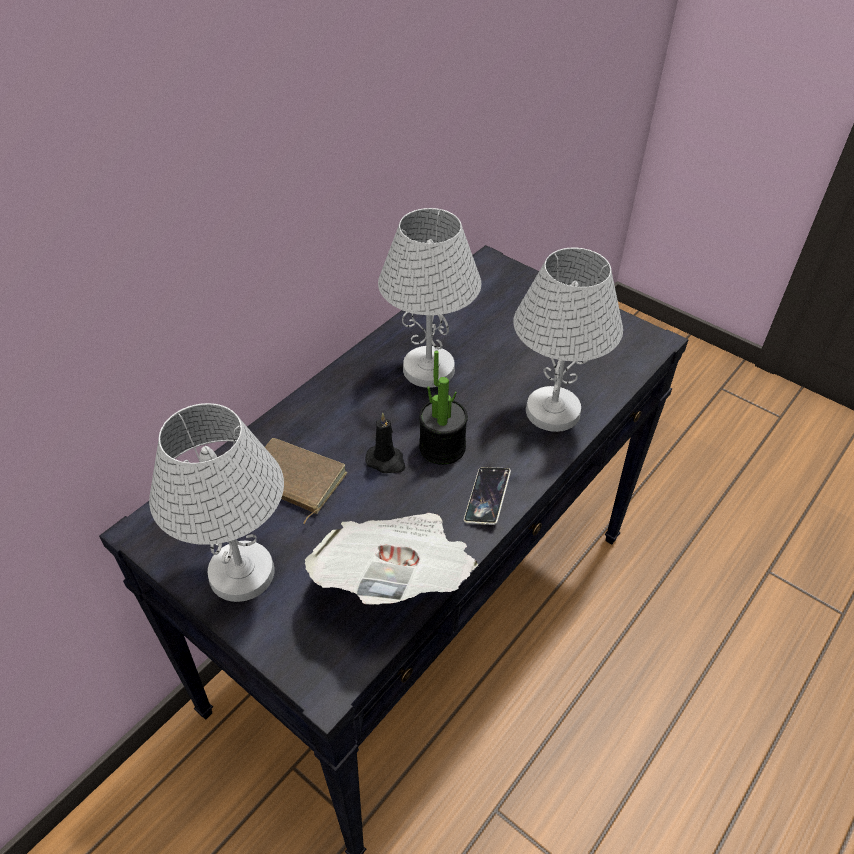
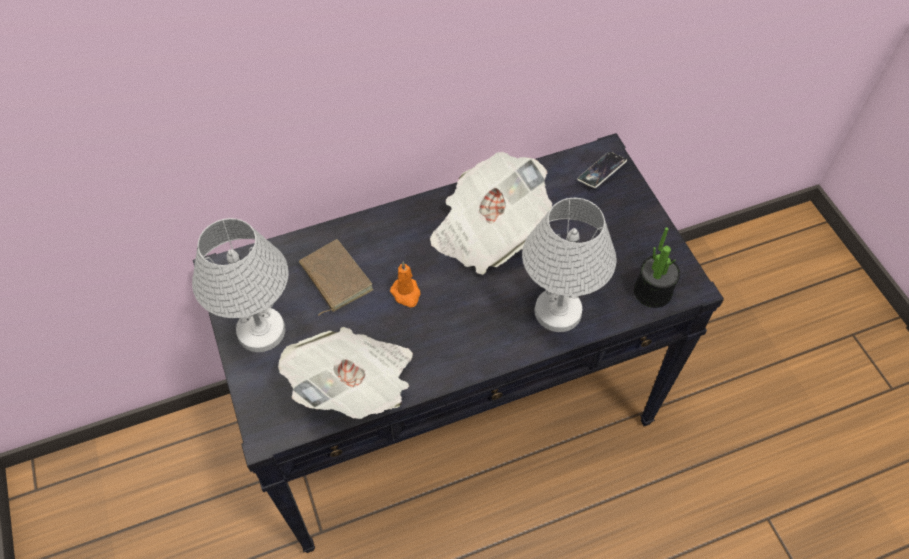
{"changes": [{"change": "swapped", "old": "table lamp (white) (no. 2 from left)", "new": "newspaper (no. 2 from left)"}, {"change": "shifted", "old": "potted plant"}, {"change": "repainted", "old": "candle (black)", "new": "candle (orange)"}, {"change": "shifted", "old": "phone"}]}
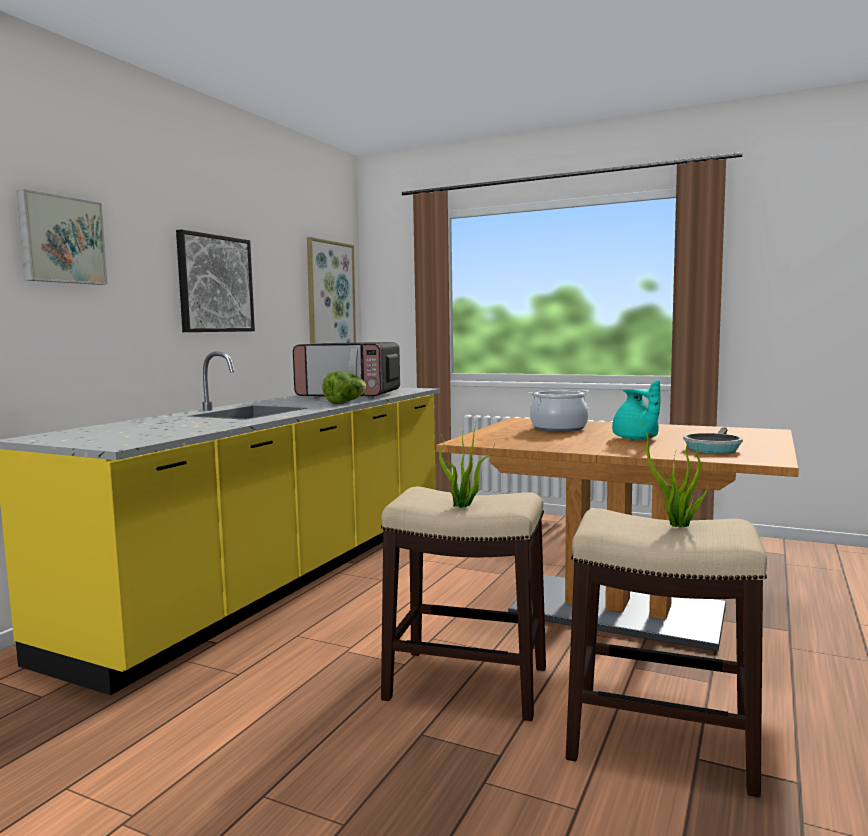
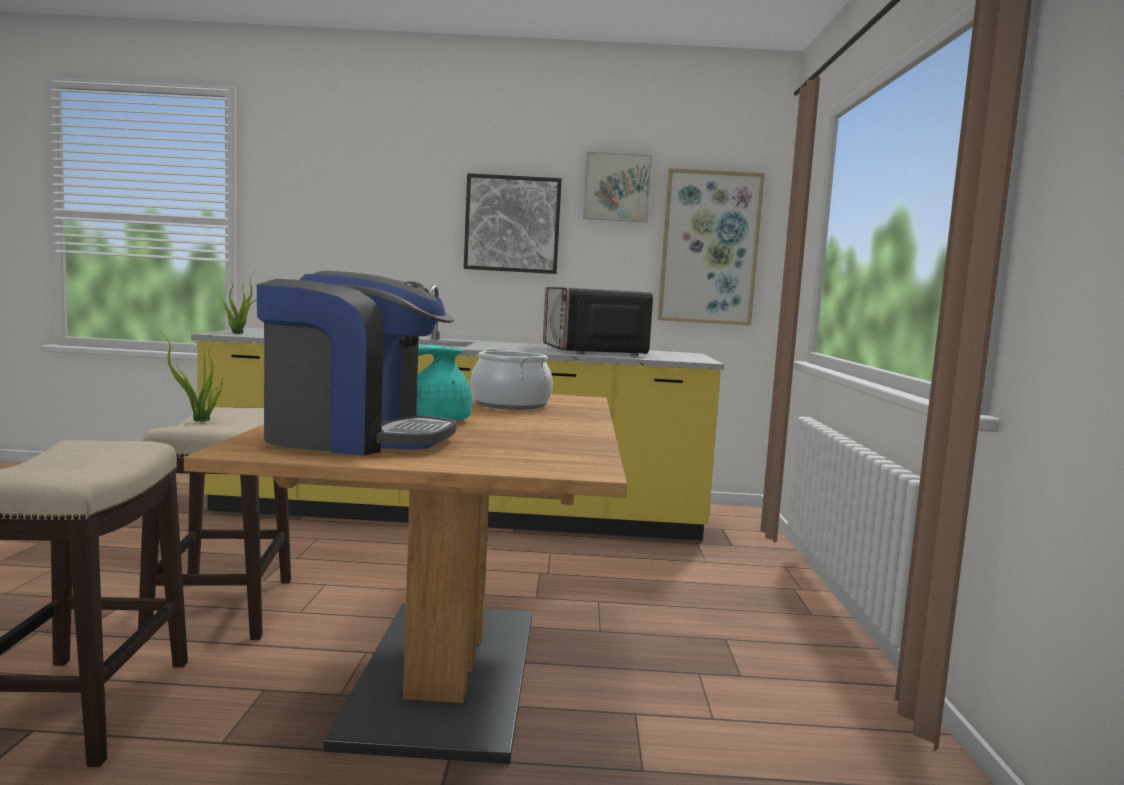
{"changes": [{"change": "shifted", "old": "picture (no. 1 from left in the first image)", "new": "picture (no. 2 from left)"}, {"change": "gone", "old": "lettuce"}, {"change": "shifted", "old": "potted plant (no. 2 from left)"}, {"change": "swapped", "old": "frying pan", "new": "coffee machine"}]}
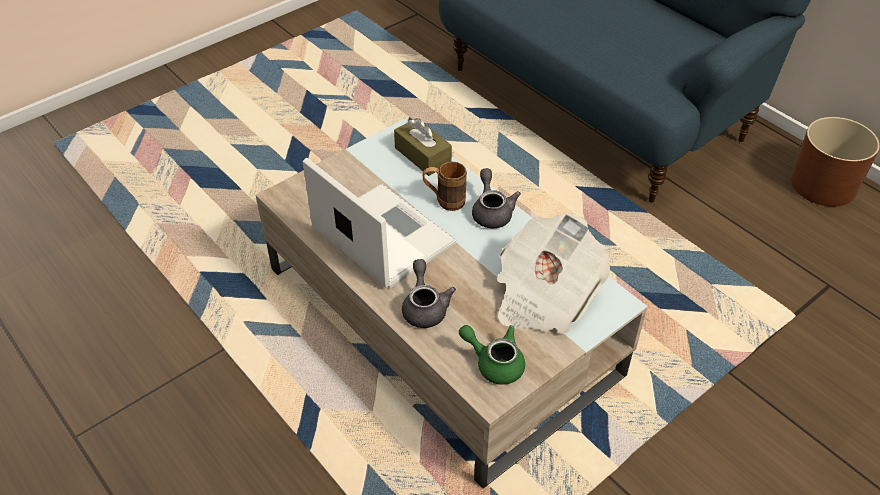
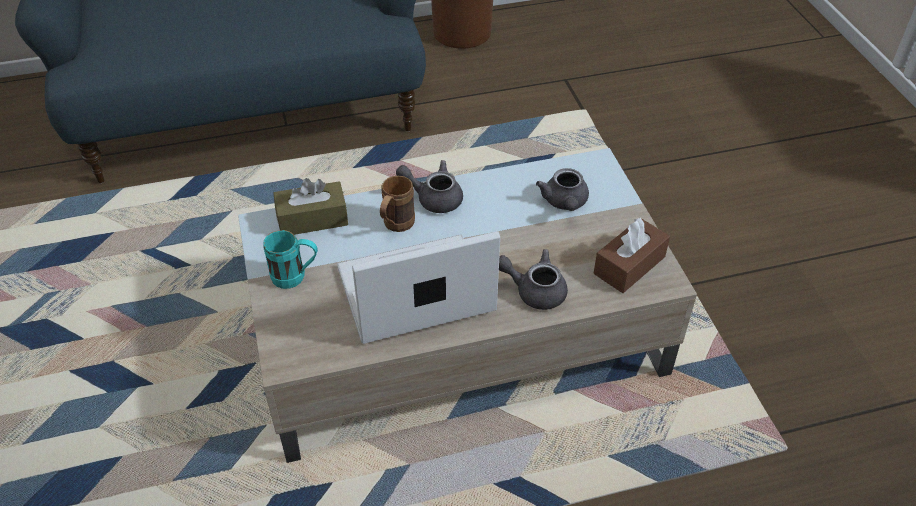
{"changes": [{"change": "swapped", "old": "newspaper", "new": "teapot (grey) (no. 3 from left)"}, {"change": "swapped", "old": "teapot (green)", "new": "tissue box (brown) (no. 2 from left)"}, {"change": "new", "new": "mug (turquoise)"}]}
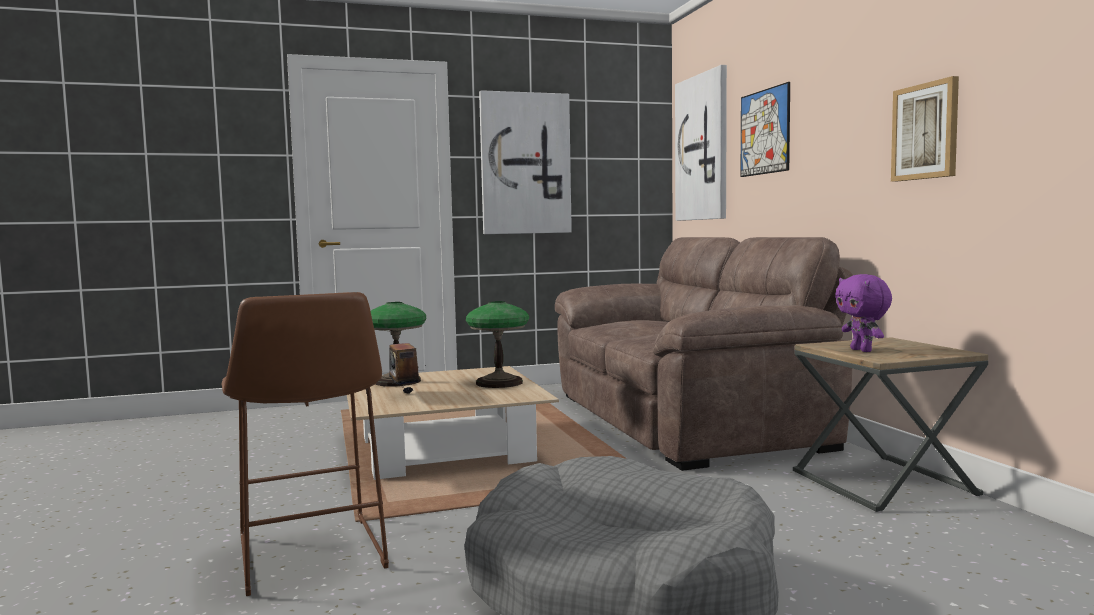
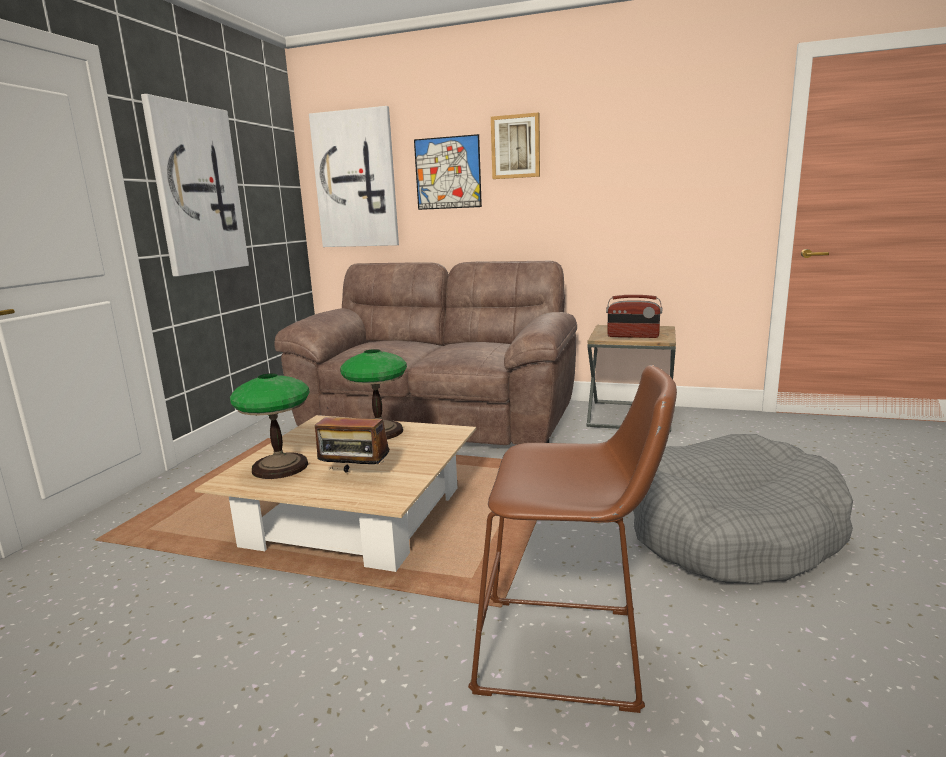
{"changes": [{"change": "shifted", "old": "picture (no. 4 from left)"}, {"change": "swapped", "old": "plush toy (purple)", "new": "radio (no. 2 from left)"}]}
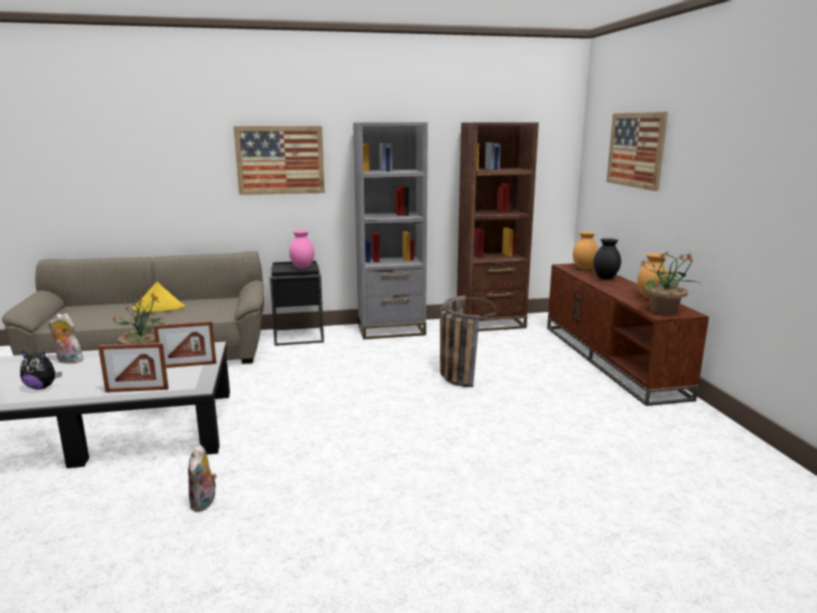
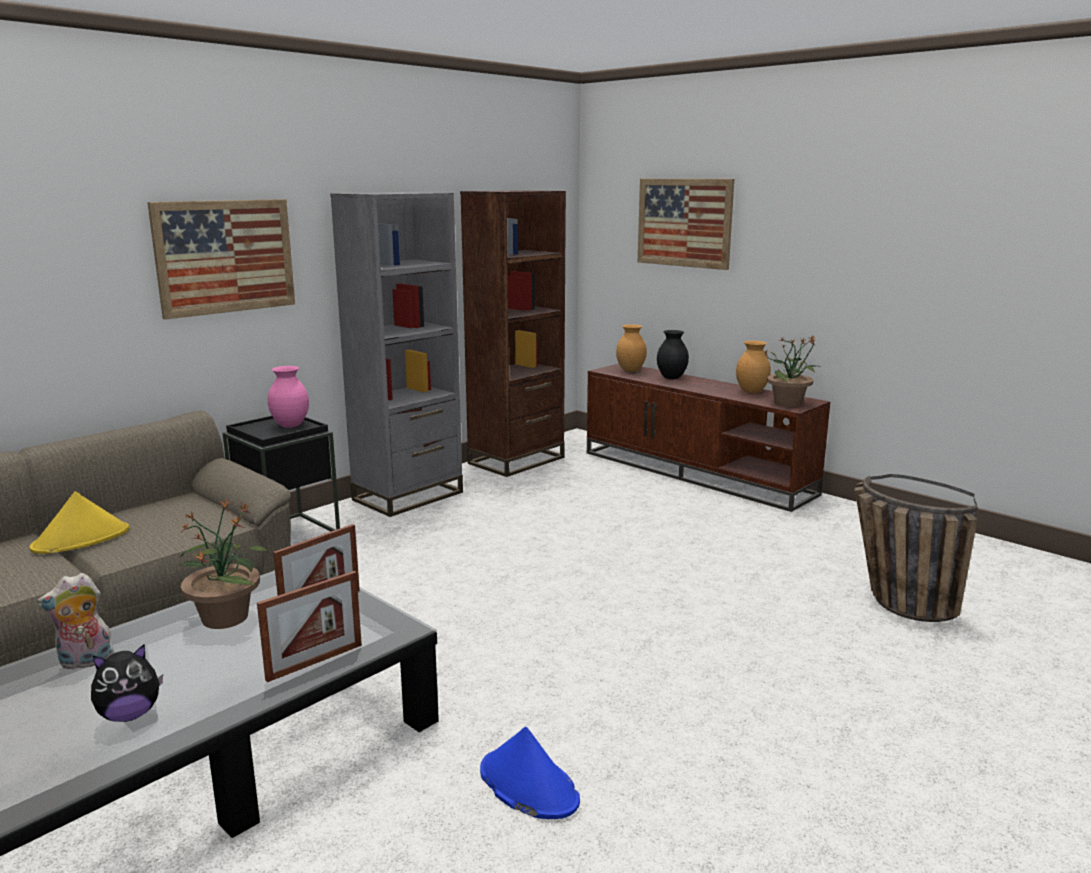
{"changes": [{"change": "shifted", "old": "basket"}, {"change": "swapped", "old": "plush toy (no. 3 from left)", "new": "hat (blue)"}]}
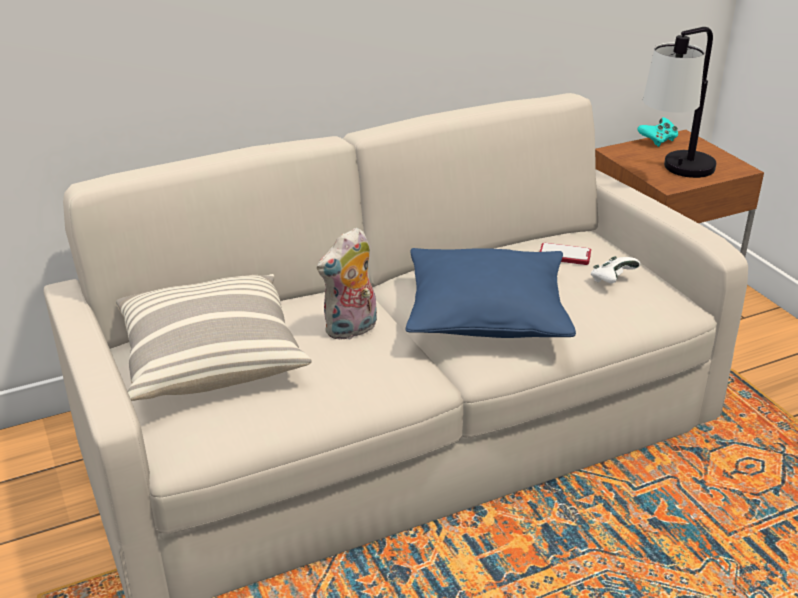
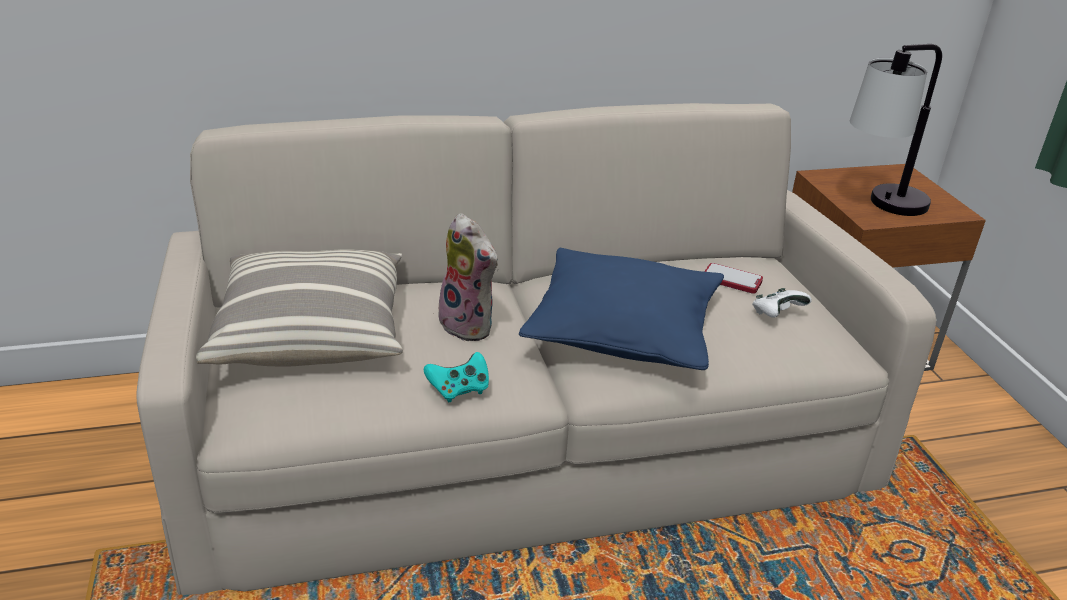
{"changes": [{"change": "shifted", "old": "game controller (turquoise)"}, {"change": "rotated", "old": "plush toy", "degrees": -105}]}
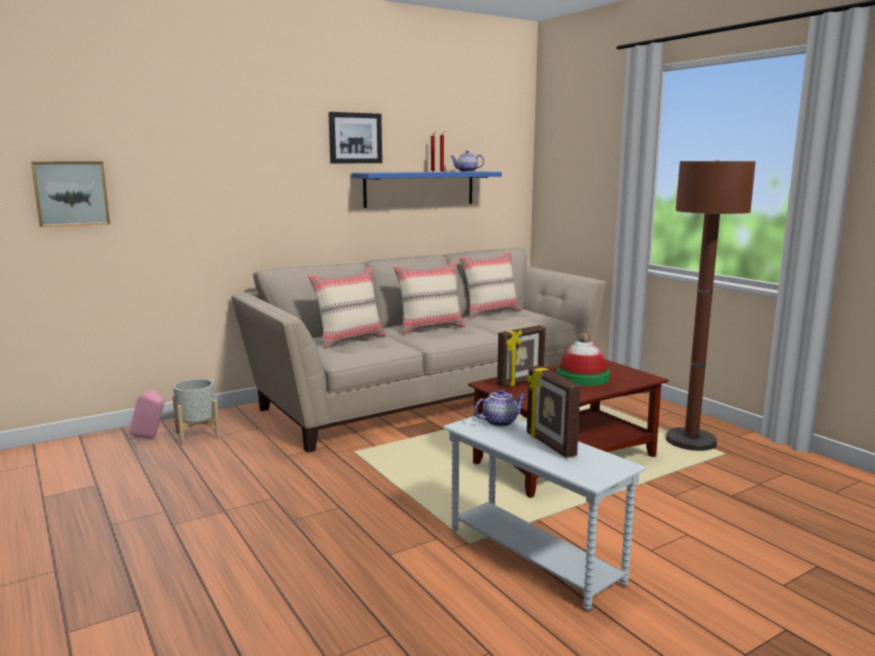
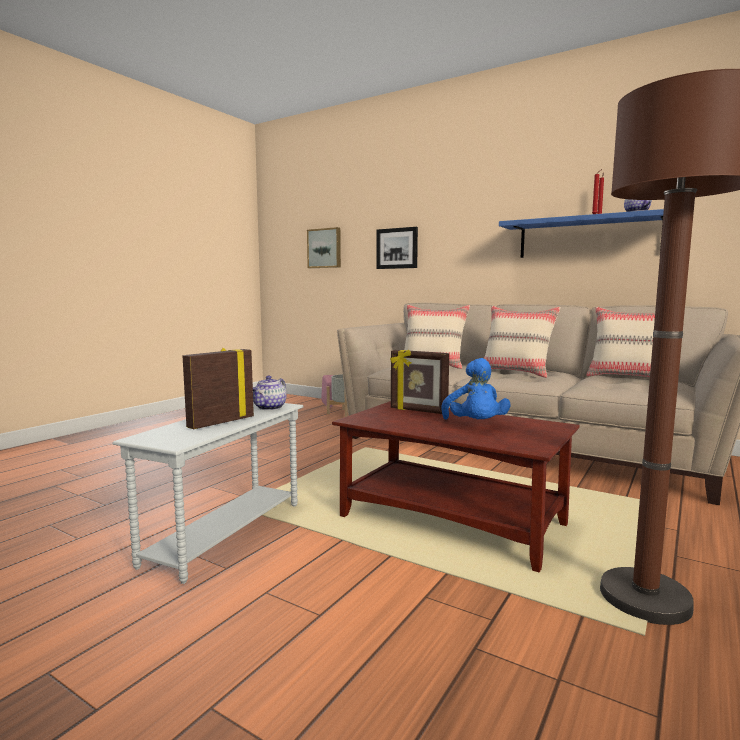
{"changes": [{"change": "shifted", "old": "picture (no. 2 from left)"}, {"change": "swapped", "old": "hat", "new": "plush toy (blue)"}, {"change": "rotated", "old": "teapot (no. 2 from left in the first image)", "degrees": 75}]}
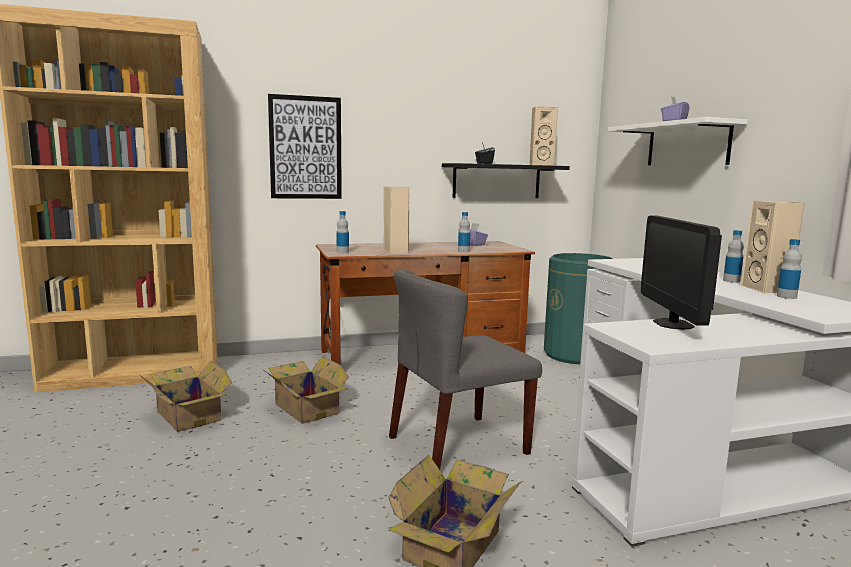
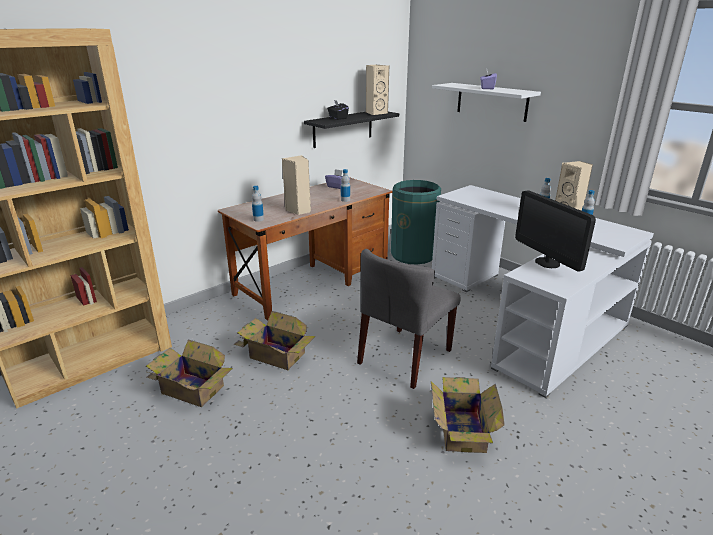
{"changes": [{"change": "gone", "old": "picture"}]}
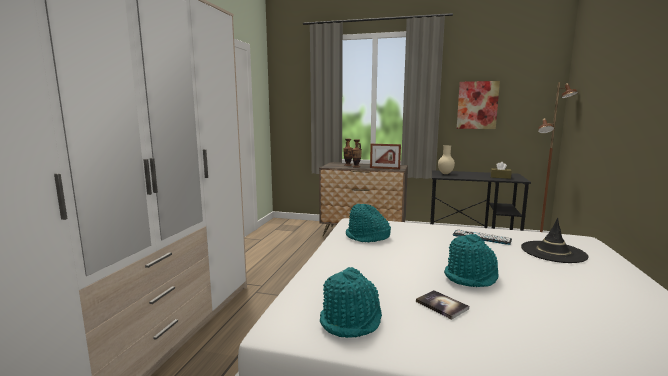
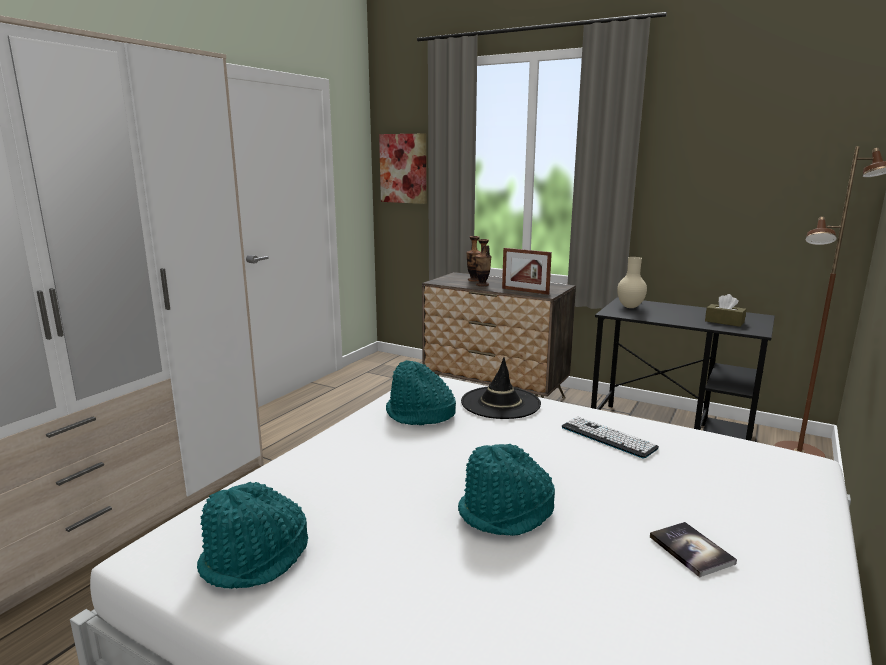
{"changes": [{"change": "shifted", "old": "picture"}, {"change": "shifted", "old": "hat (black)"}, {"change": "shifted", "old": "book"}]}
